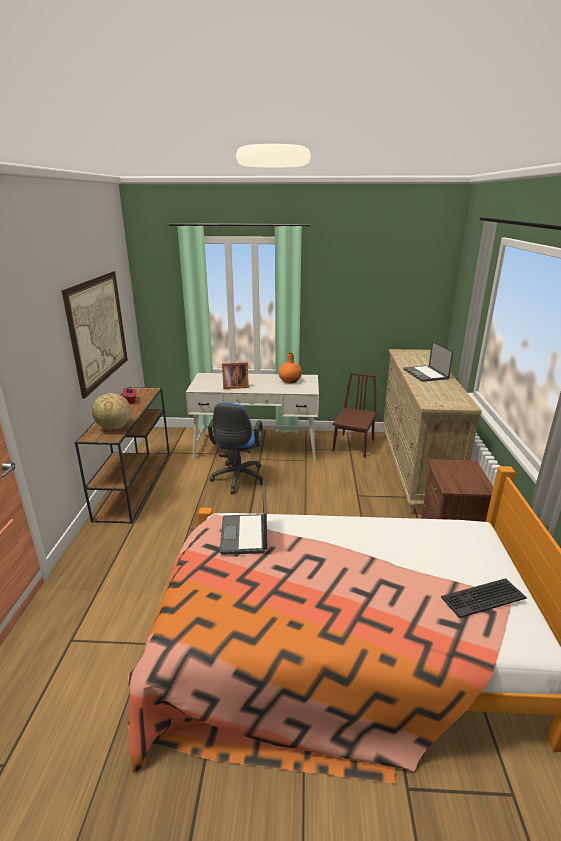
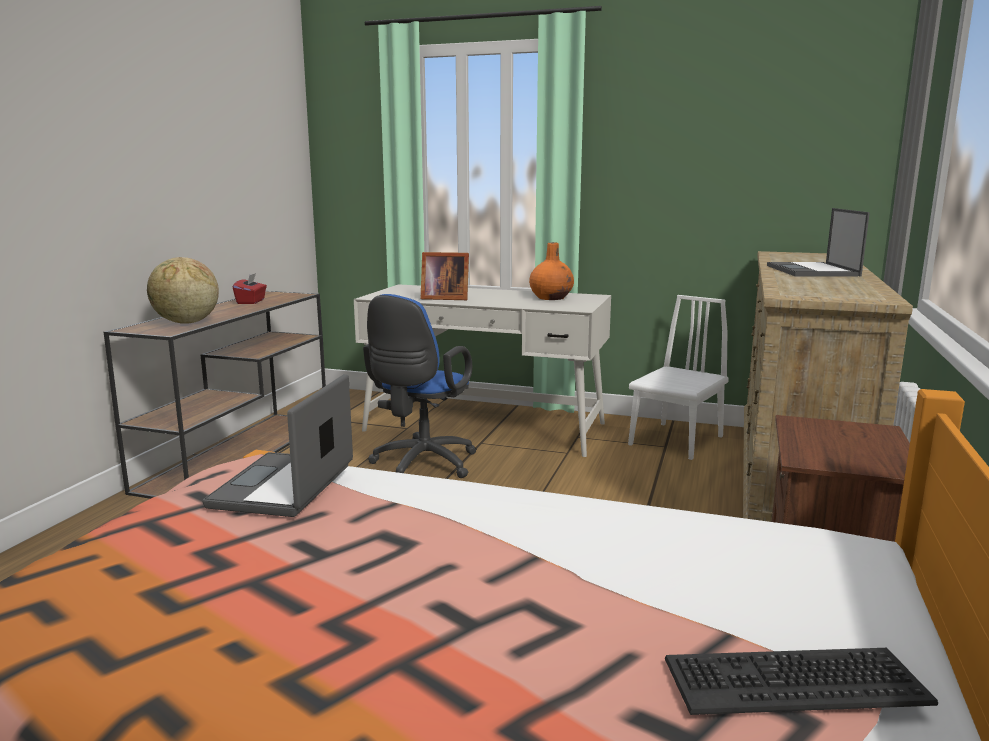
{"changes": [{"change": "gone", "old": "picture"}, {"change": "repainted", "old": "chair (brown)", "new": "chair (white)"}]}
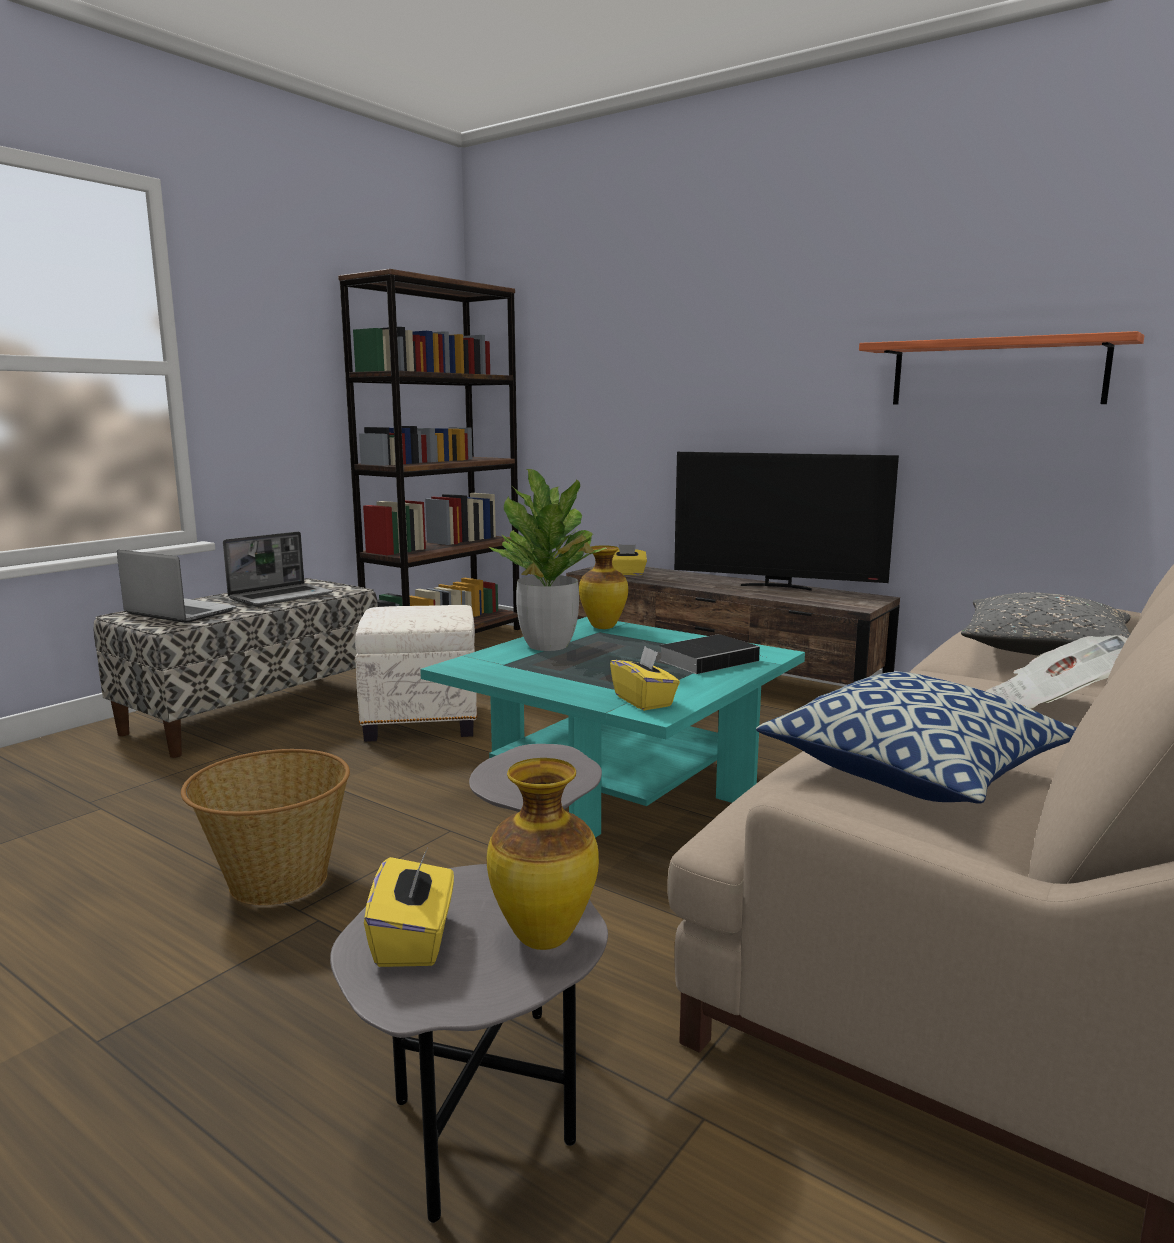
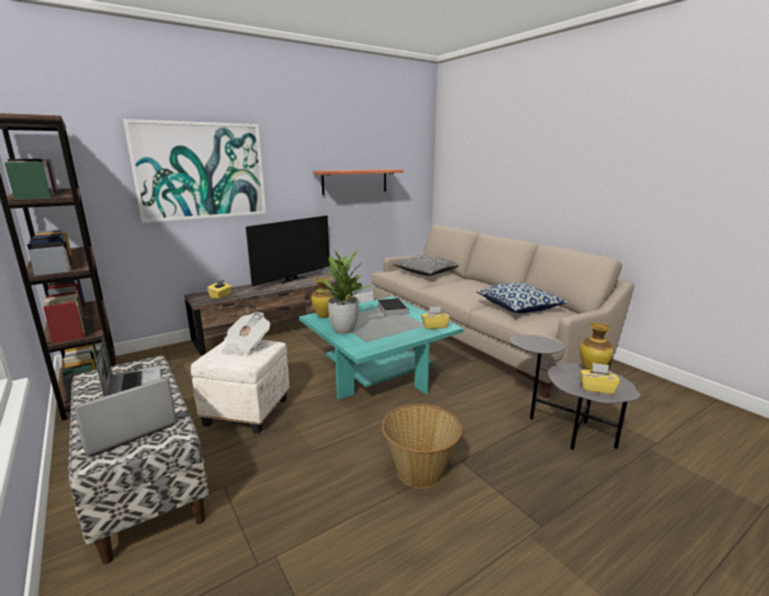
{"changes": [{"change": "shifted", "old": "newspaper"}, {"change": "new", "new": "picture"}]}
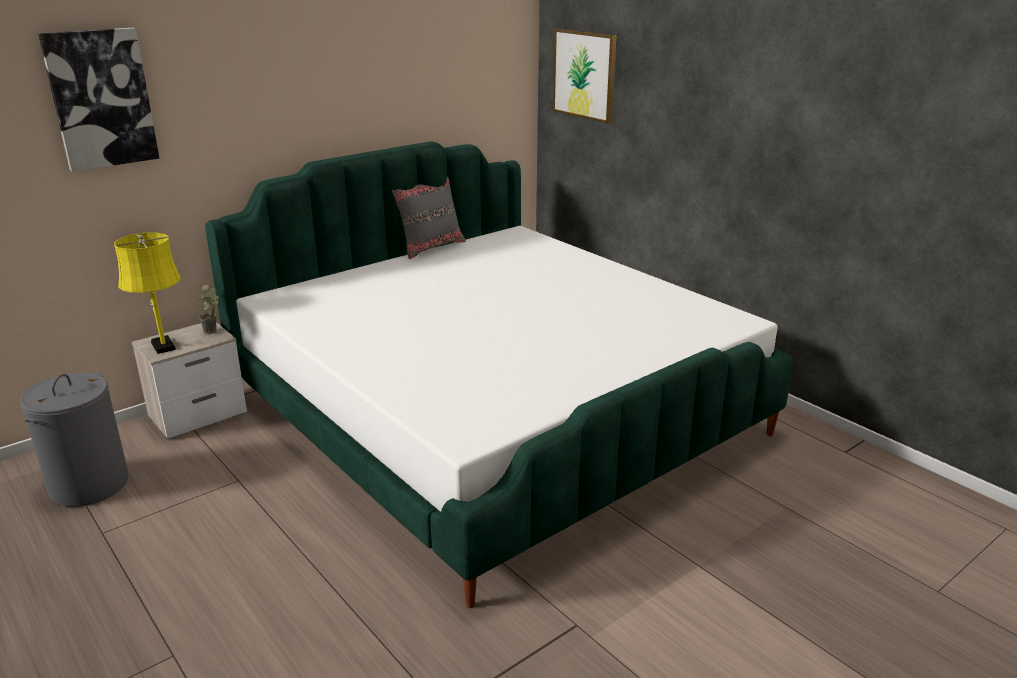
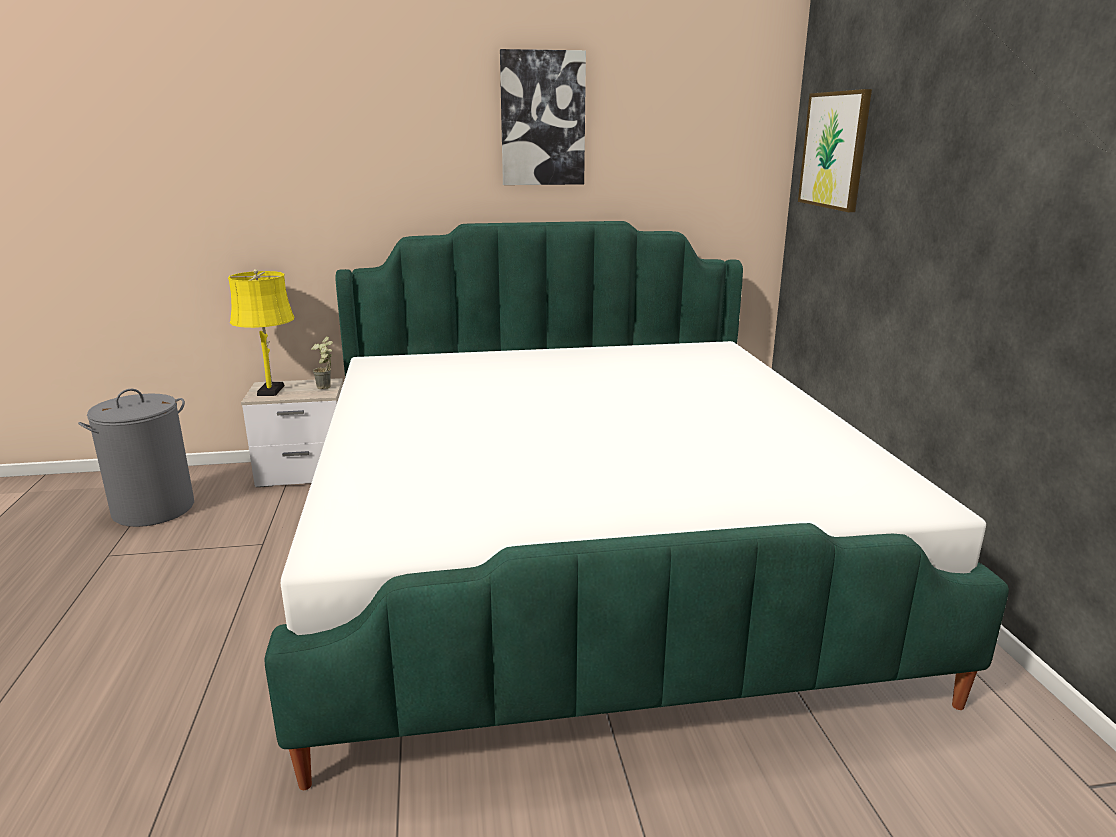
{"changes": [{"change": "shifted", "old": "picture (no. 1 from left)"}, {"change": "gone", "old": "pillow (grey)"}]}
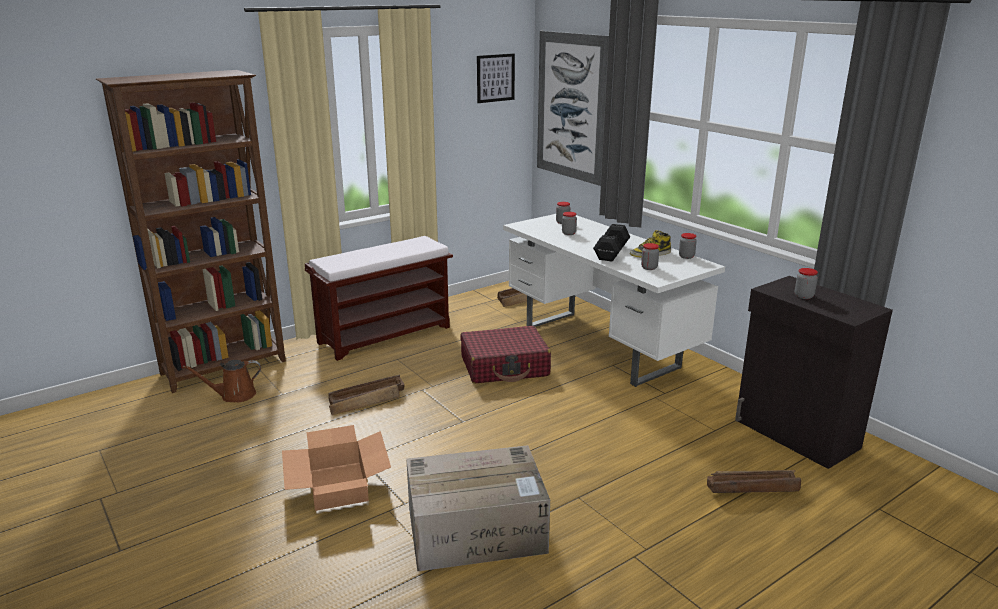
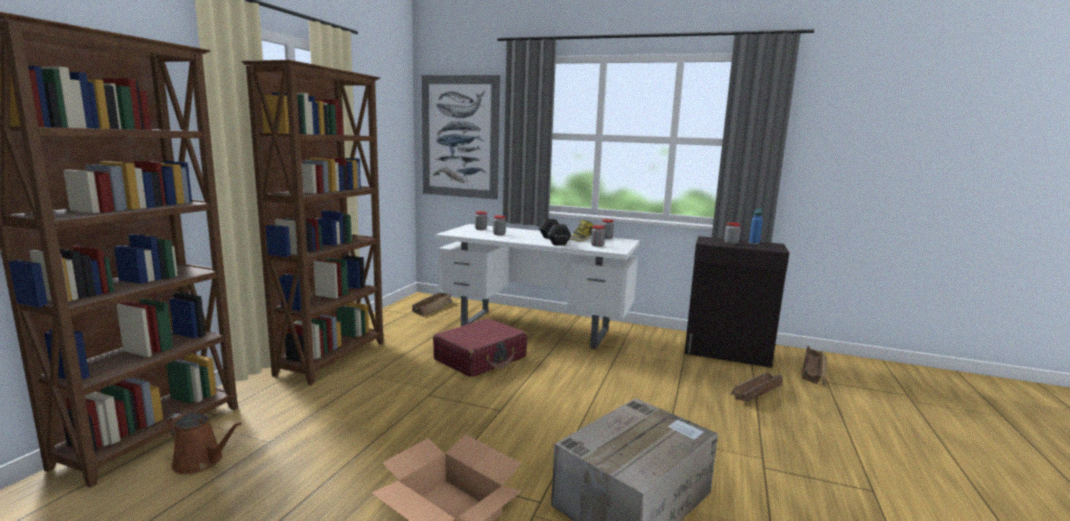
{"changes": [{"change": "gone", "old": "picture (no. 1 from left)"}, {"change": "swapped", "old": "bench (brown)", "new": "bookcase (brown) (no. 2 from left)"}, {"change": "rotated", "old": "watering can (brown)", "degrees": -105}, {"change": "shifted", "old": "crate (no. 1 from left in the first image)", "new": "crate (no. 3 from left)"}, {"change": "new", "new": "bottle (blue)"}]}
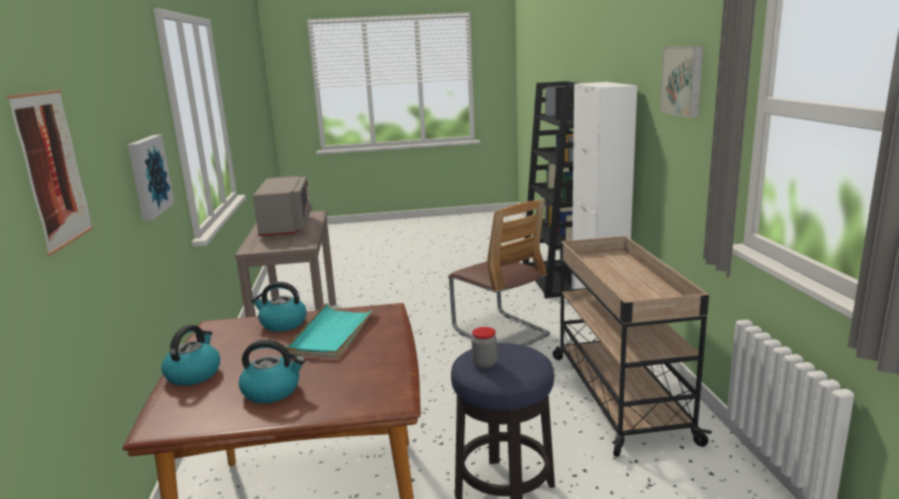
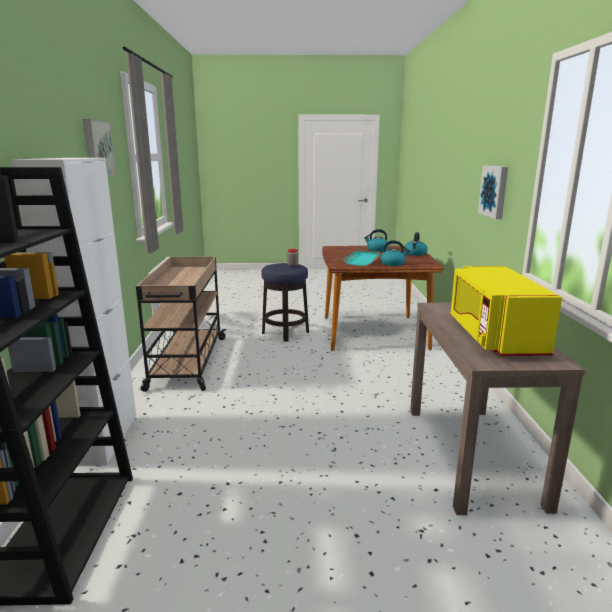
{"changes": [{"change": "gone", "old": "picture (no. 1 from left)"}, {"change": "repainted", "old": "microwave (grey)", "new": "microwave (yellow)"}, {"change": "gone", "old": "chair"}]}
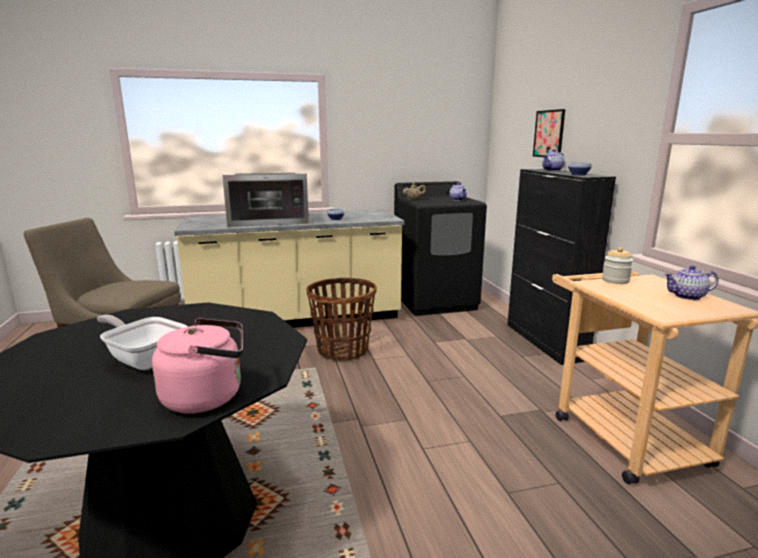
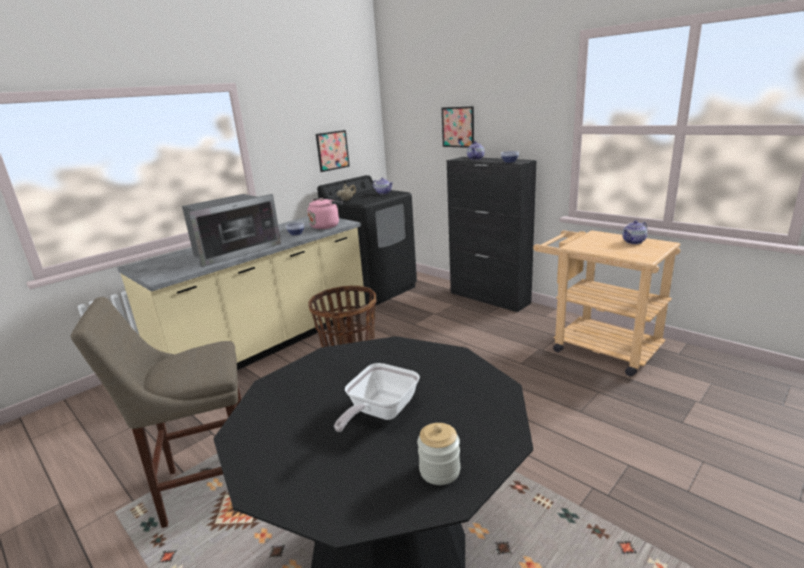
{"changes": [{"change": "shifted", "old": "jar"}, {"change": "rotated", "old": "frying pan", "degrees": -60}, {"change": "shifted", "old": "kettle (pink)"}, {"change": "new", "new": "picture (no. 1 from left)"}]}
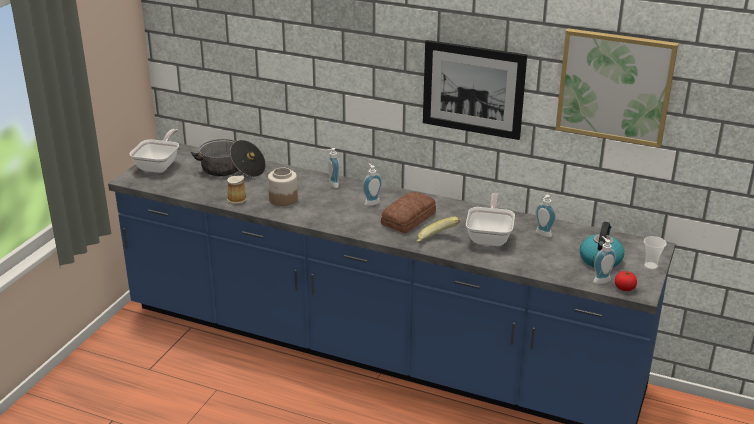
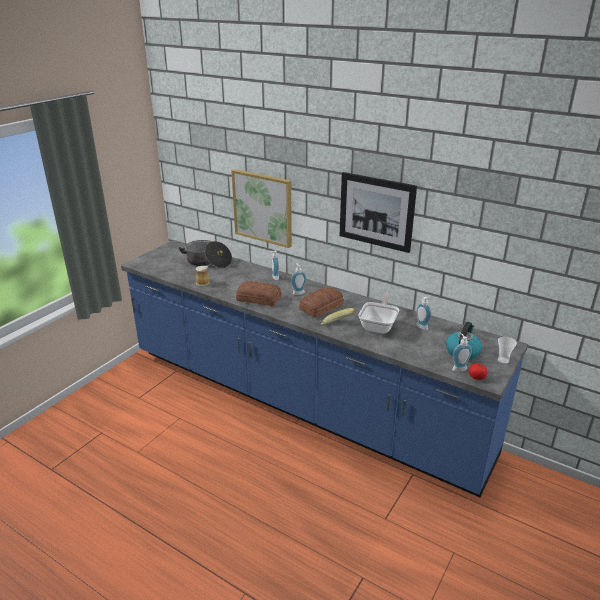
{"changes": [{"change": "shifted", "old": "picture (no. 2 from left in the first image)", "new": "picture (no. 1 from left)"}, {"change": "gone", "old": "frying pan (no. 1 from left)"}, {"change": "gone", "old": "jar"}, {"change": "new", "new": "bread (no. 1 from left)"}]}
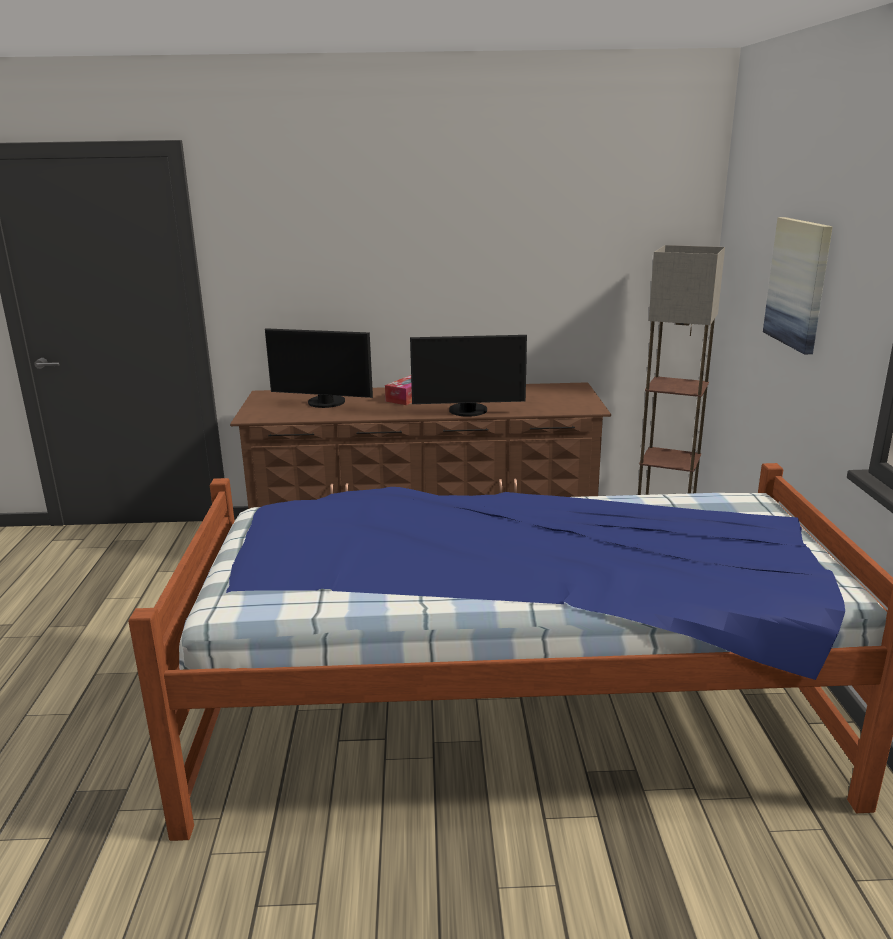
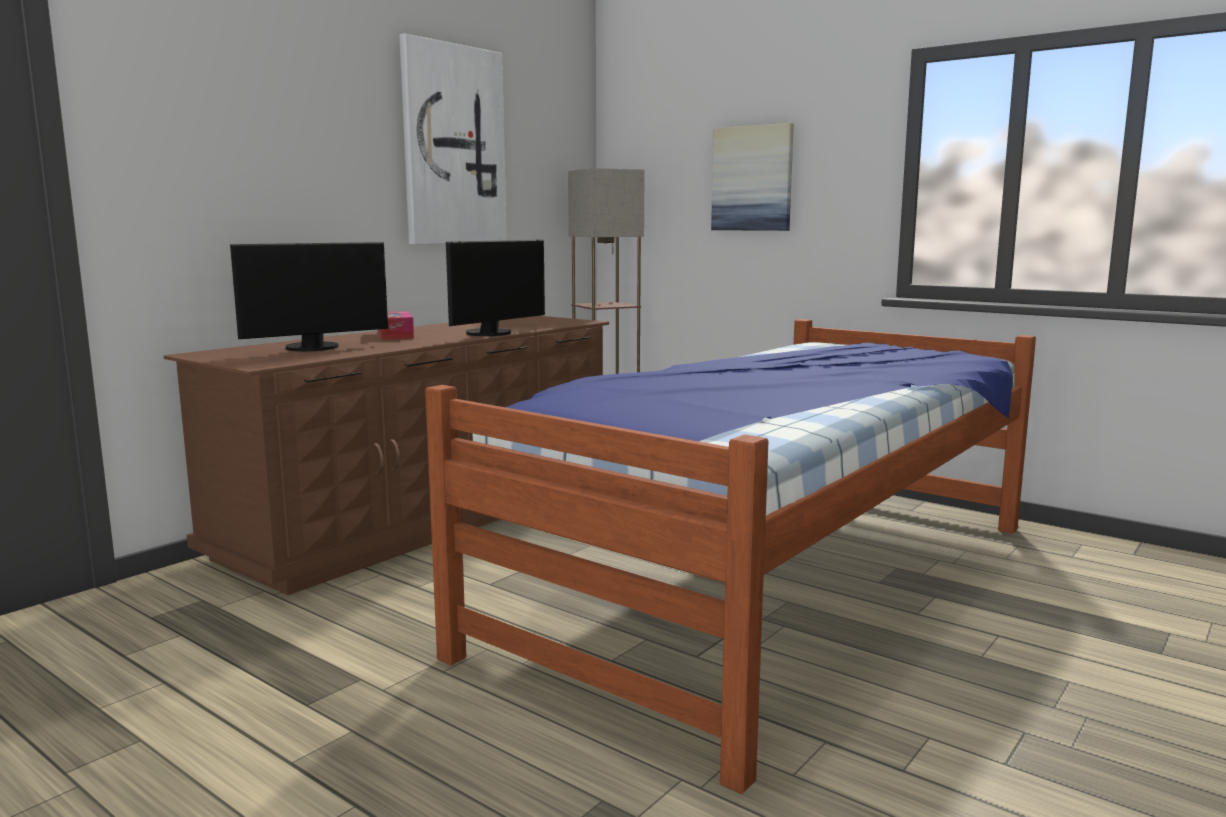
{"changes": [{"change": "new", "new": "picture (no. 1 from left)"}]}
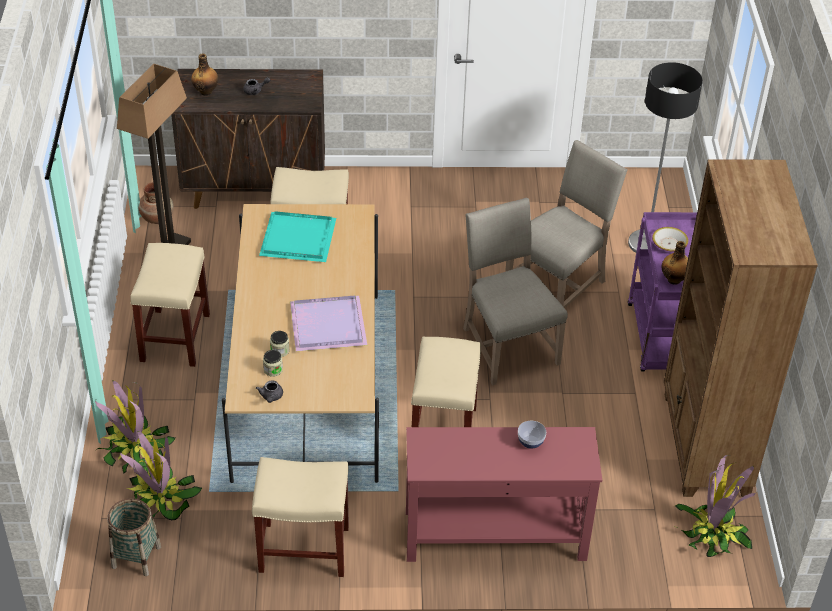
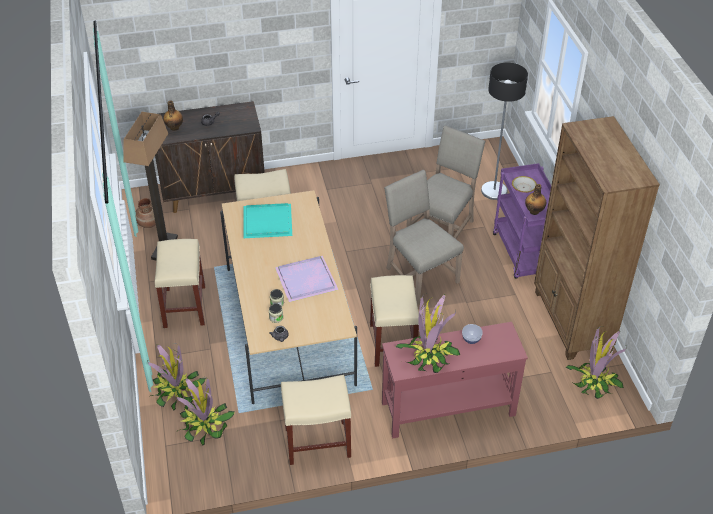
{"changes": [{"change": "gone", "old": "basket"}, {"change": "new", "new": "potted plant (no. 3 from left)"}]}
